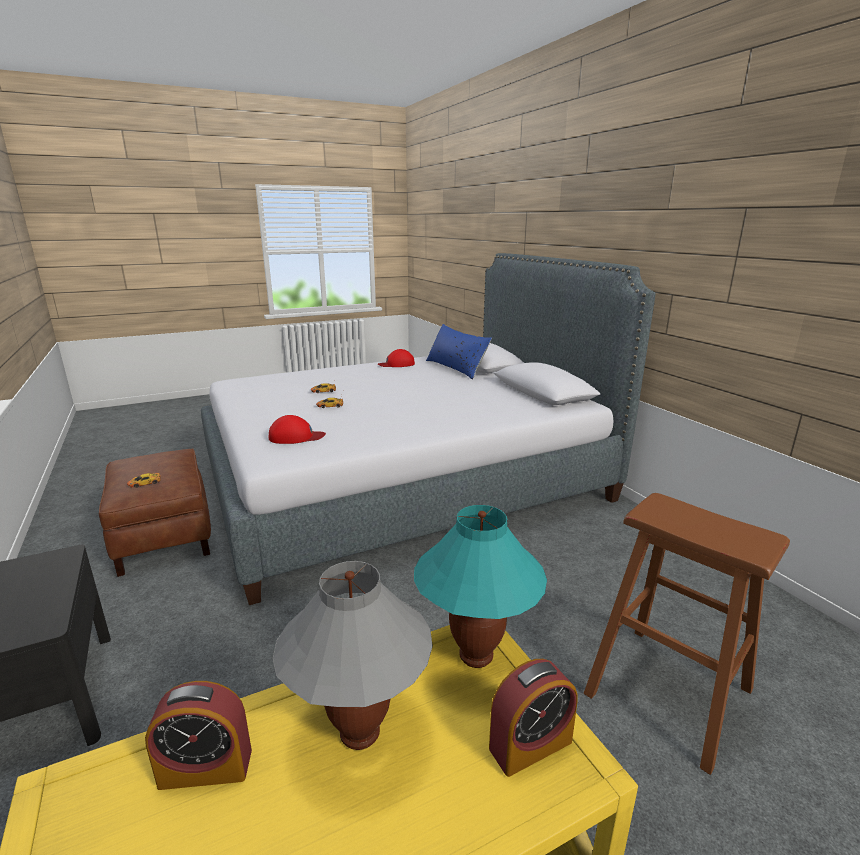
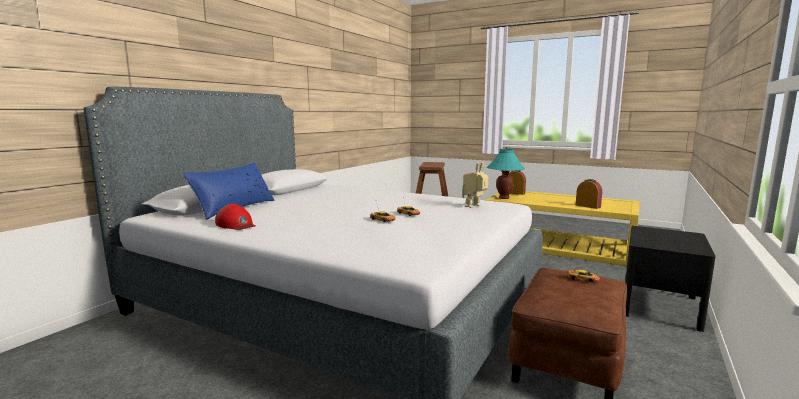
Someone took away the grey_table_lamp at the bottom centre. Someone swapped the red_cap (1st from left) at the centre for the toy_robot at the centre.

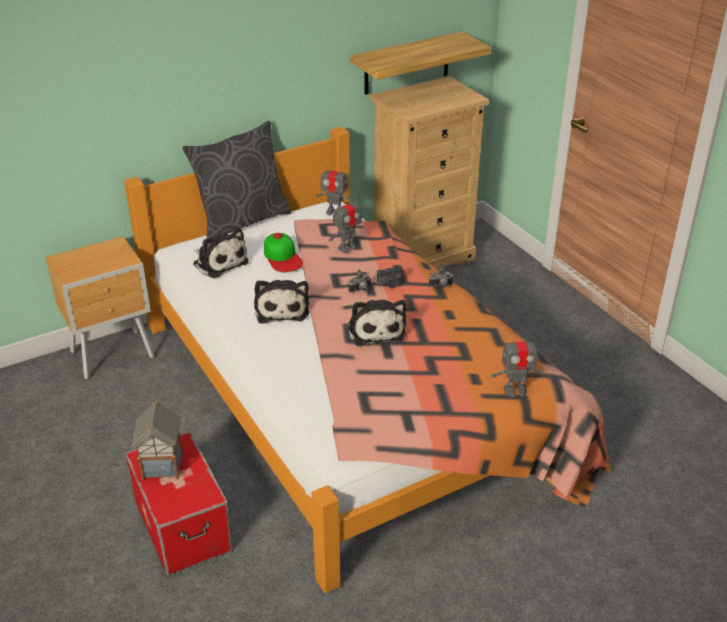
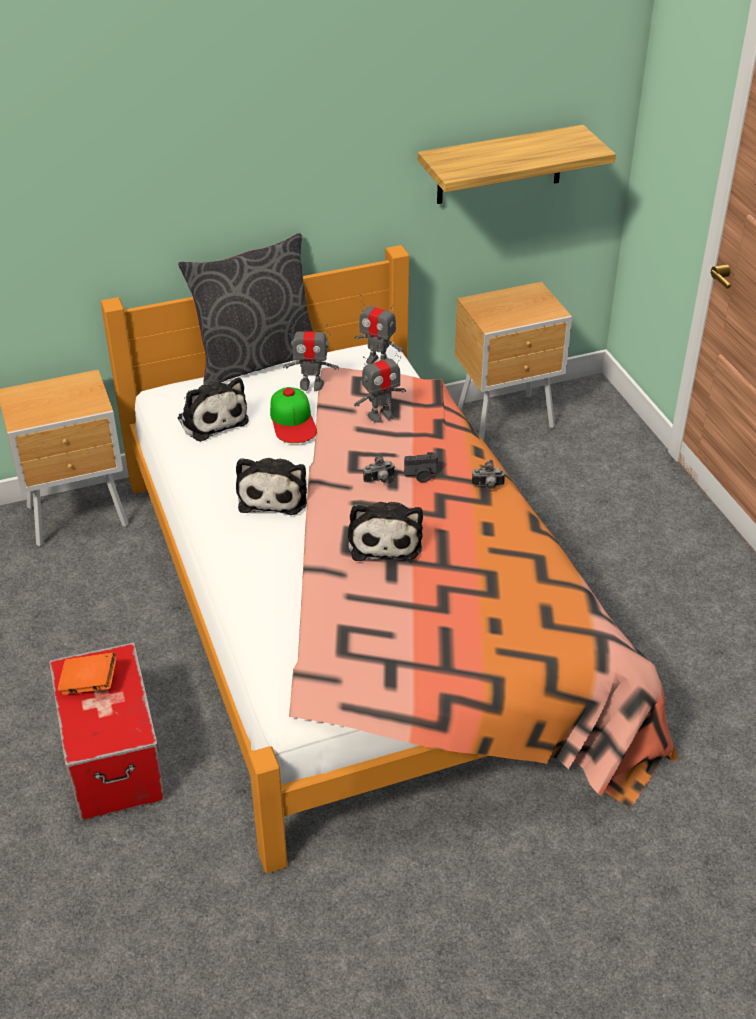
Someone carried the toy_robot (3rd from left in the first image) from the middle right to the centre. Someone swapped the toy_house at the bottom left for the orange_book at the middle left. Someone swapped the beige_dresser at the top centre for the brown_nightstand (2nd from left) at the middle right.

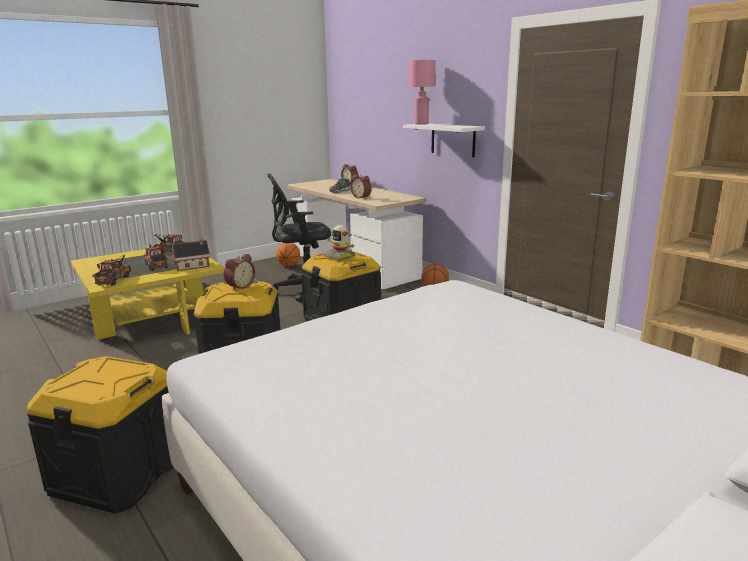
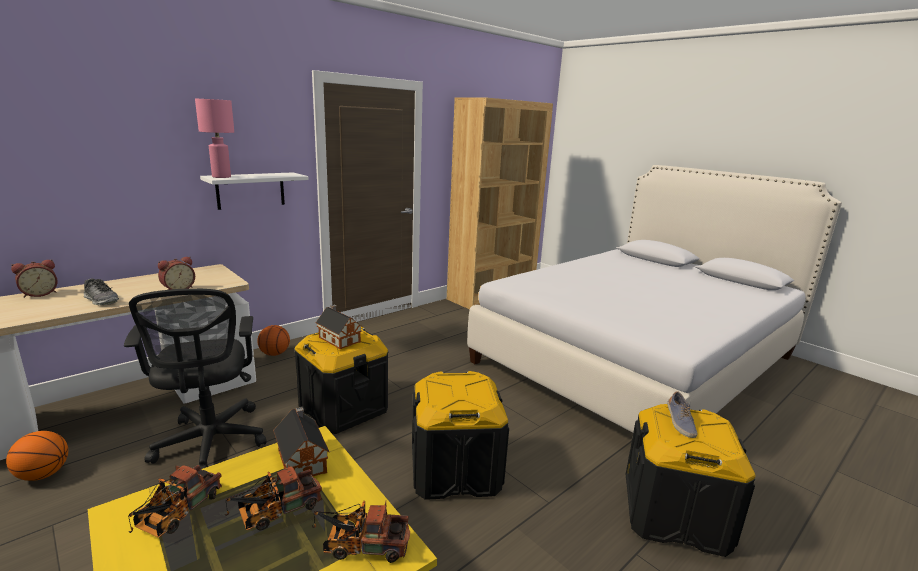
Someone took away the alarm_clock (1st from left) at the middle left. Someone put down the shoe (2nd from left) at the bottom right. Someone swapped the toy_robot at the centre for the toy_house (2nd from left) at the centre.

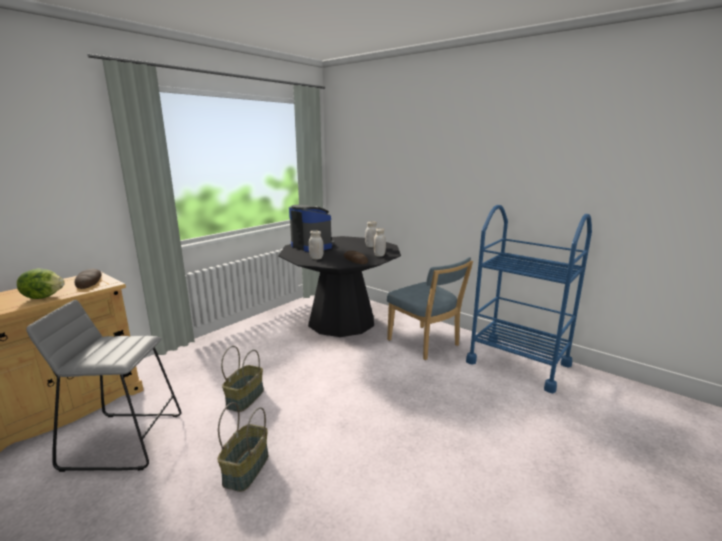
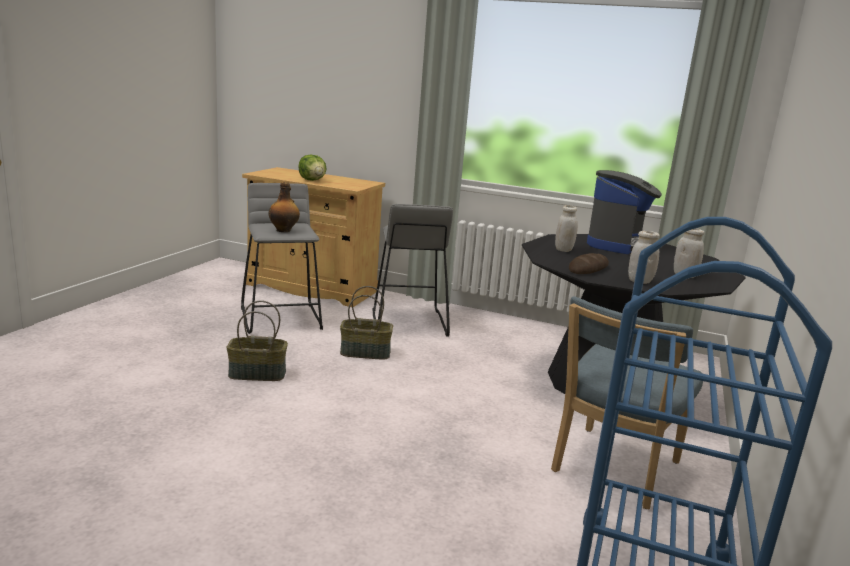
Someone took away the bread (1st from left) at the middle left. Someone put down the bottle at the centre. Someone put down the grey_stool (2nd from left) at the centre.

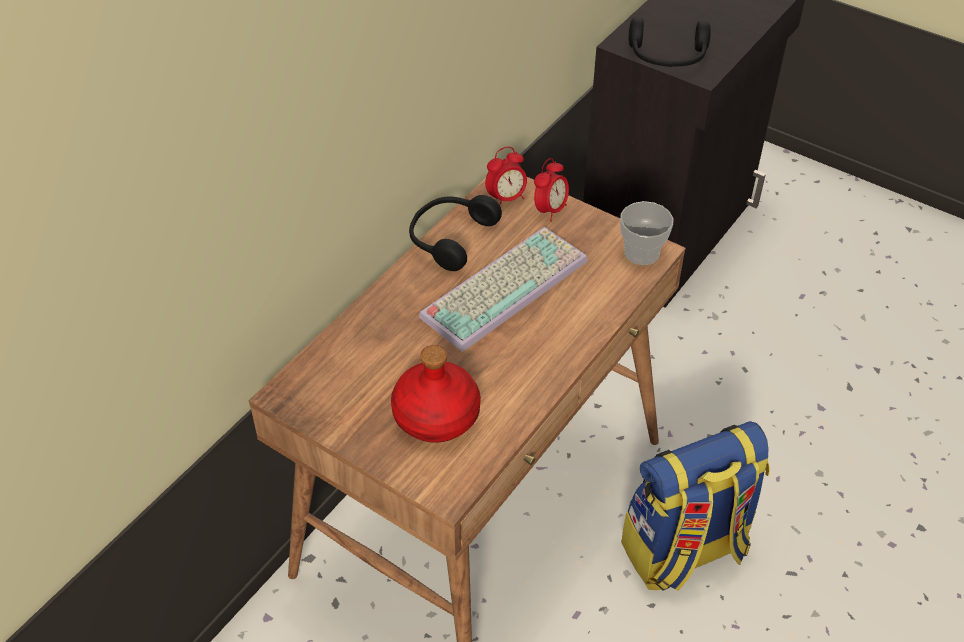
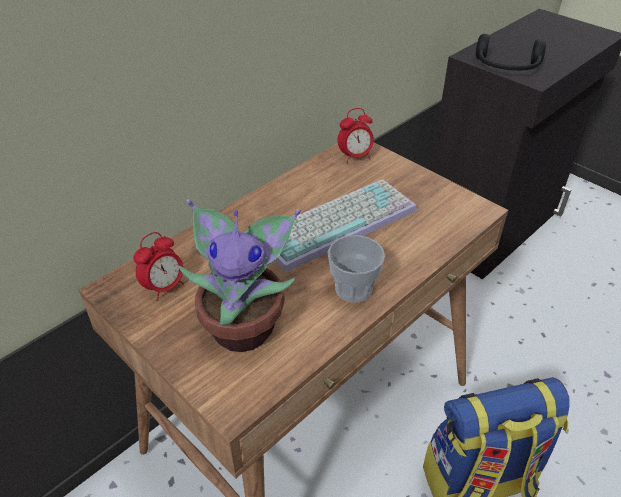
Someone took away the black_headphones (1st from left) at the centre. Someone carried the alarm_clock (2nd from left in the first image) from the top centre to the middle left. Someone carried the cup from the middle right to the centre. Someone swapped the red_bottle at the centre for the potted_plant at the centre.

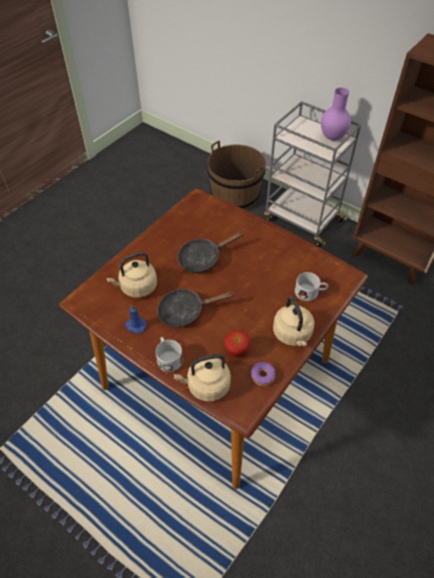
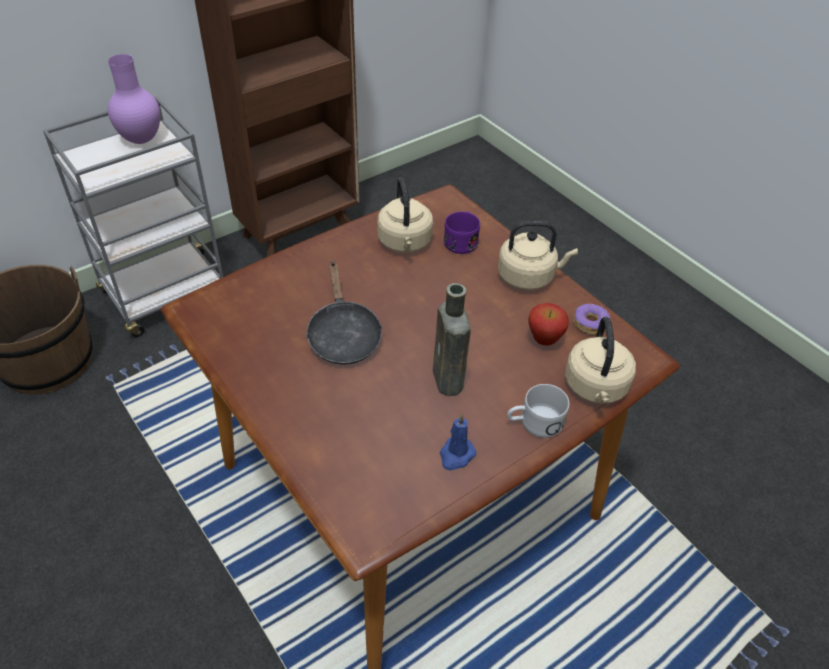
Someone carried the beige_kettle (1st from left) from the middle left to the top centre. Someone swapped the black_frying_pan (1st from left) at the centre for the brown_bottle at the centre. Someone repainted the white_mug (2nd from left) at the middle right, which became the purple_mug at the centre.

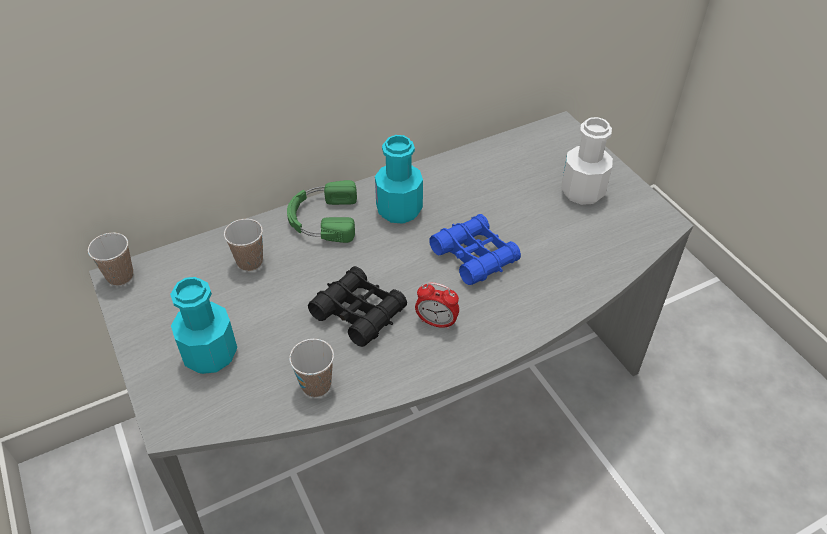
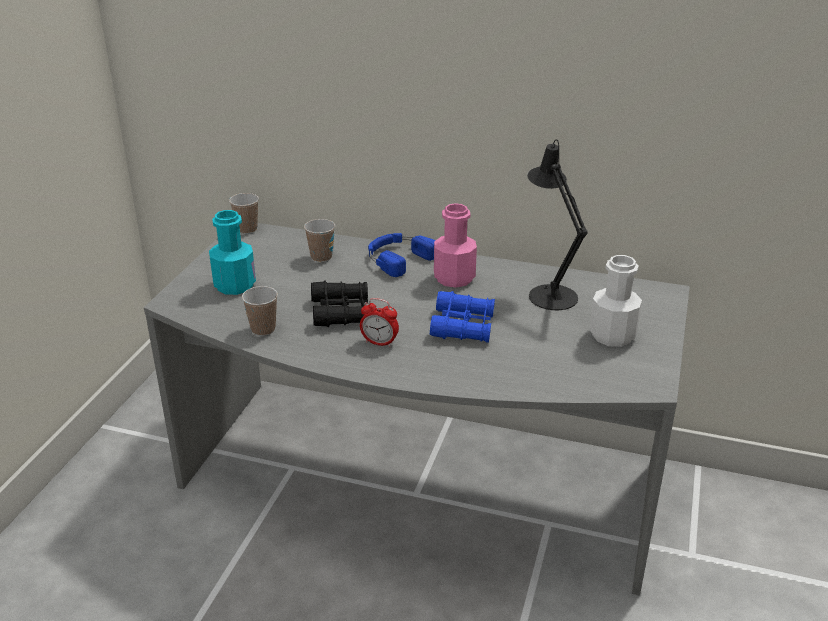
Someone put down the black_table_lamp at the middle right. Someone repainted the green_headphones at the centre, which became the blue_headphones at the centre. Someone repainted the turquoise_bottle (2nd from left) at the centre, which became the pink_bottle at the centre. Someone rotated the alarm_clock at the centre by 45 degrees counterclockwise.

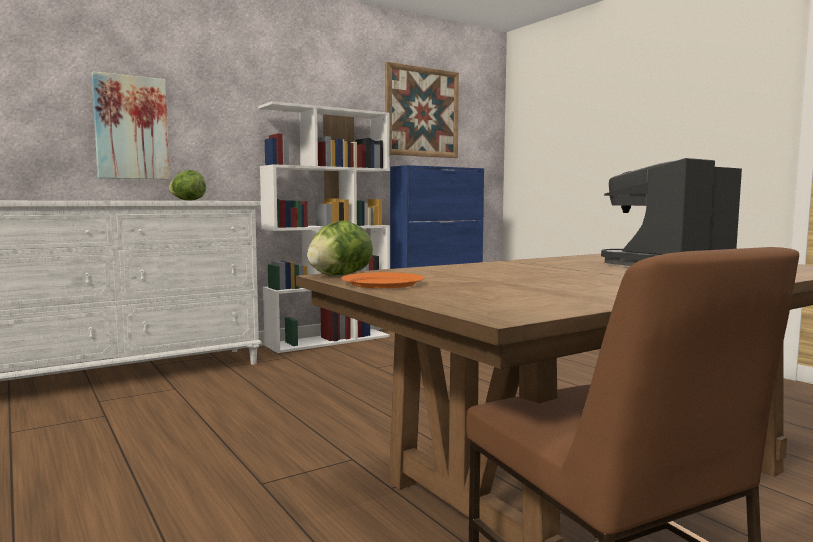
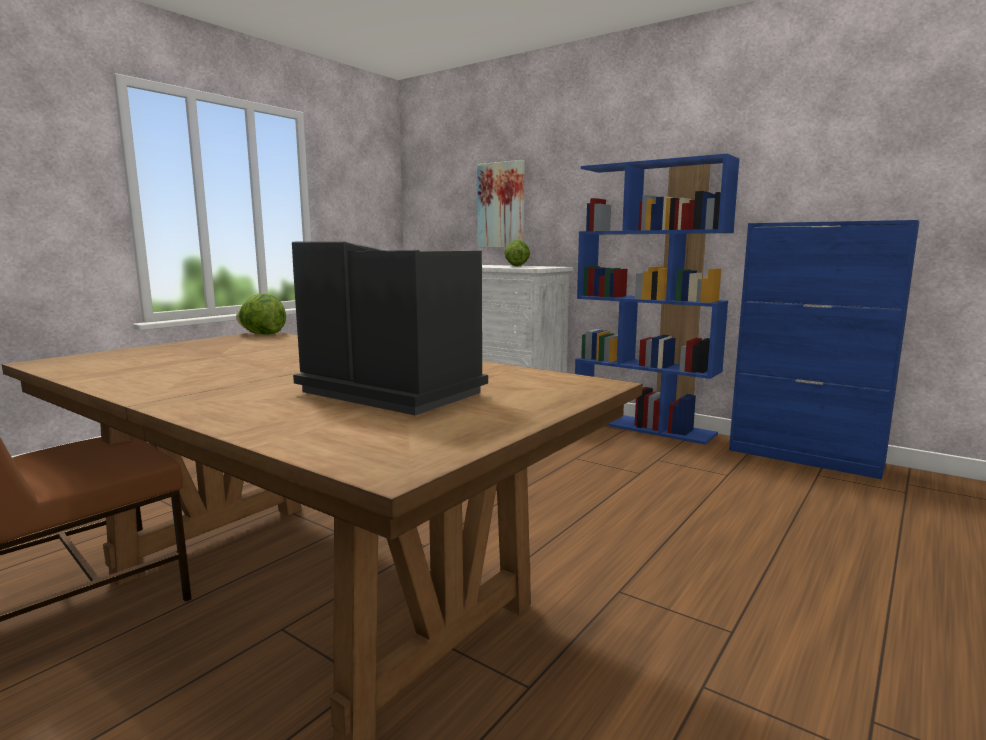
Someone took away the orange_plate at the centre. Someone took away the picture (2nd from left) at the top centre. Someone repainted the white_bookcase at the centre, which became the blue_bookcase at the centre.

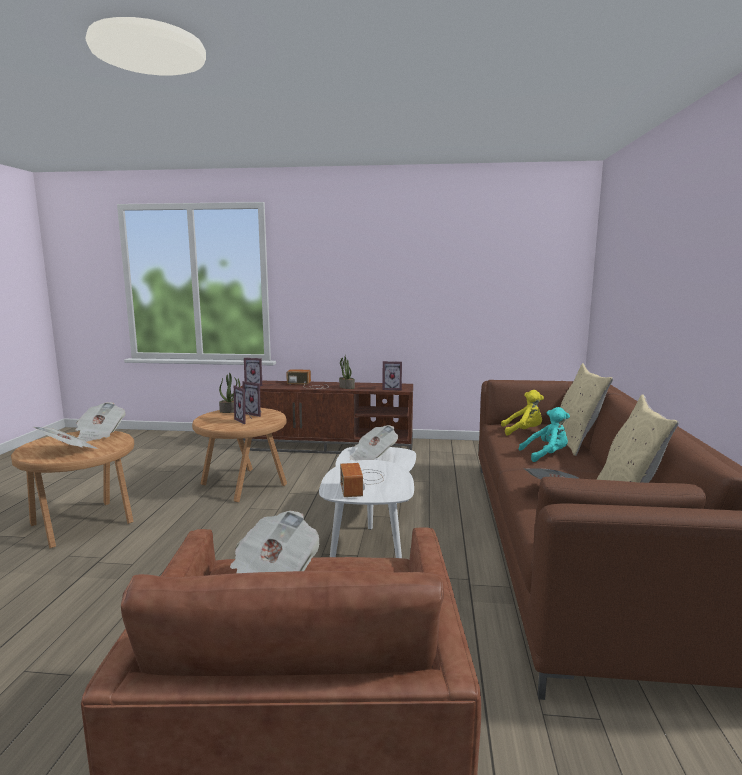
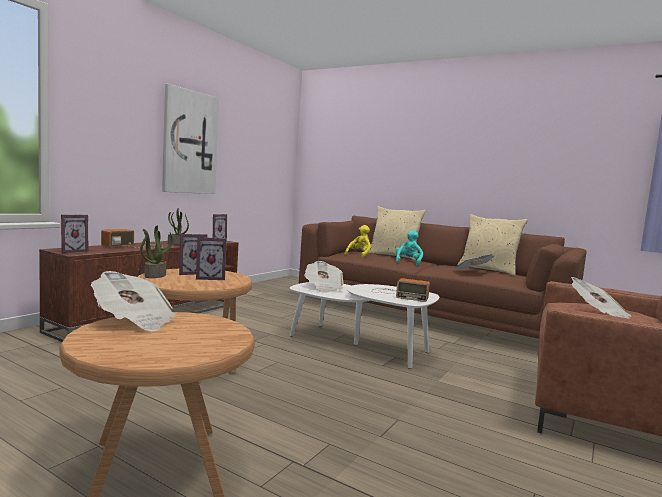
Someone took away the newspaper (1st from left) at the middle left. Someone put up the picture at the top left.

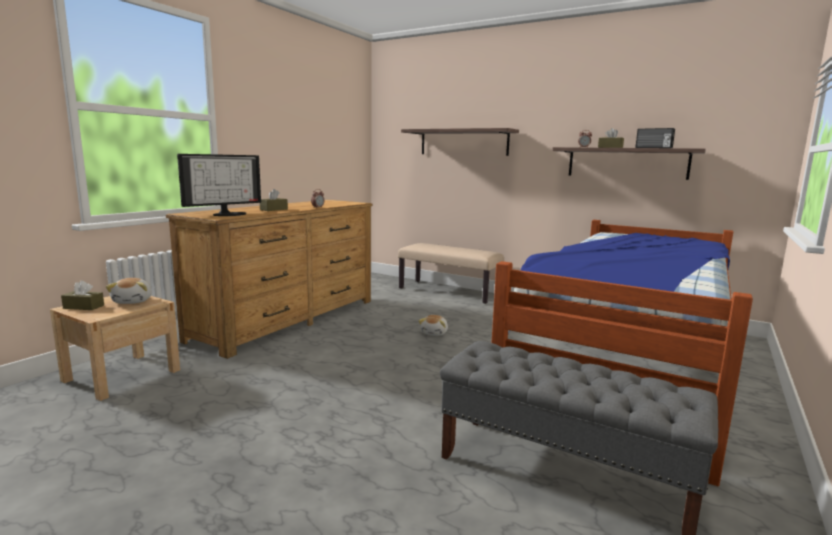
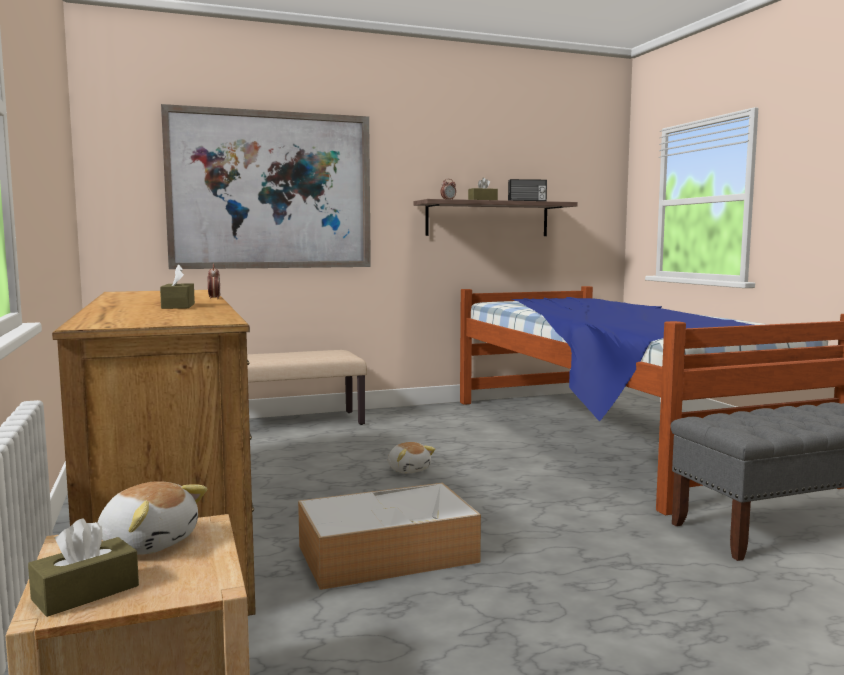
Someone took away the monitor at the middle left. Someone put down the storage_box at the bottom centre. Someone swapped the shelf (1st from left) at the top centre for the picture at the top left.

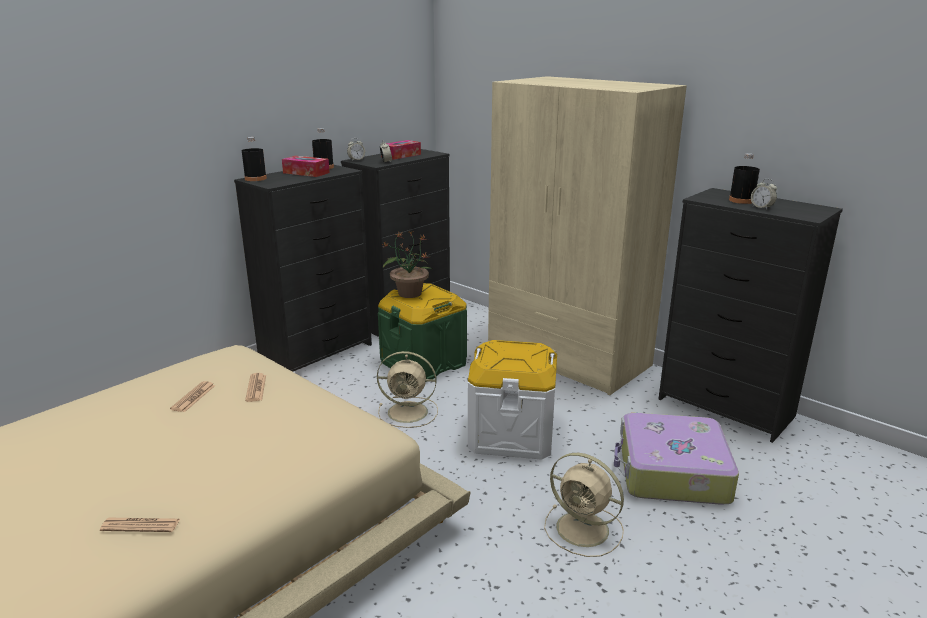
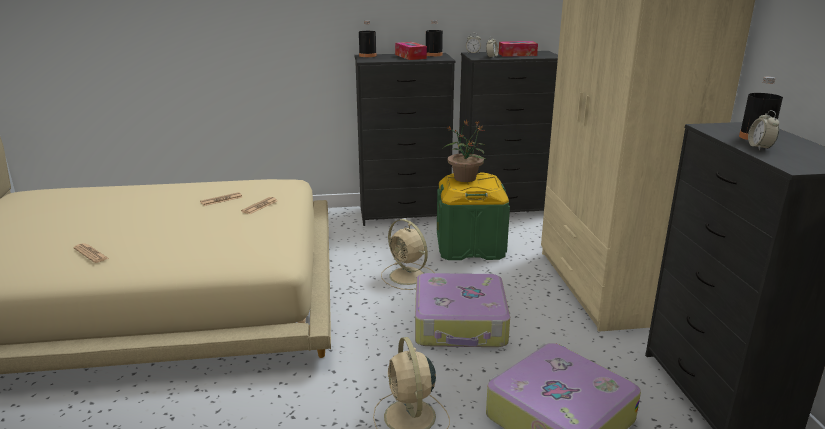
Someone swapped the white_storage_box at the centre for the suitcase (1st from left) at the bottom centre.

